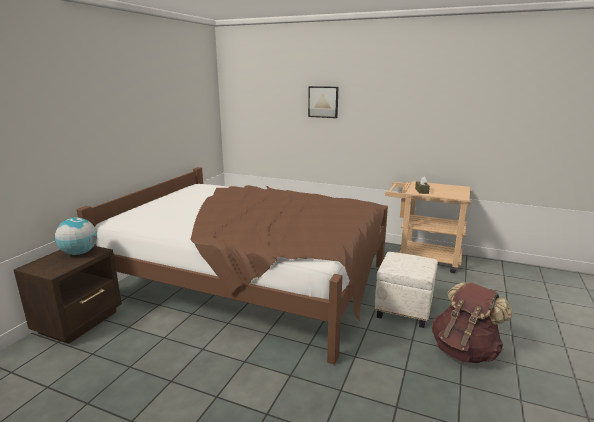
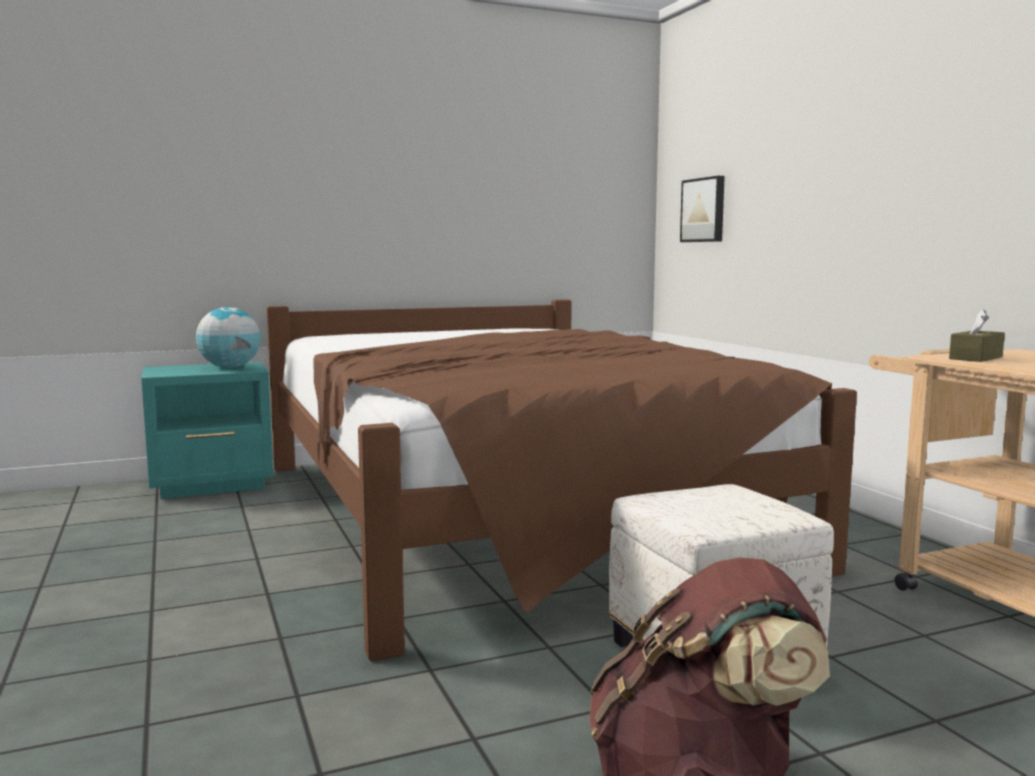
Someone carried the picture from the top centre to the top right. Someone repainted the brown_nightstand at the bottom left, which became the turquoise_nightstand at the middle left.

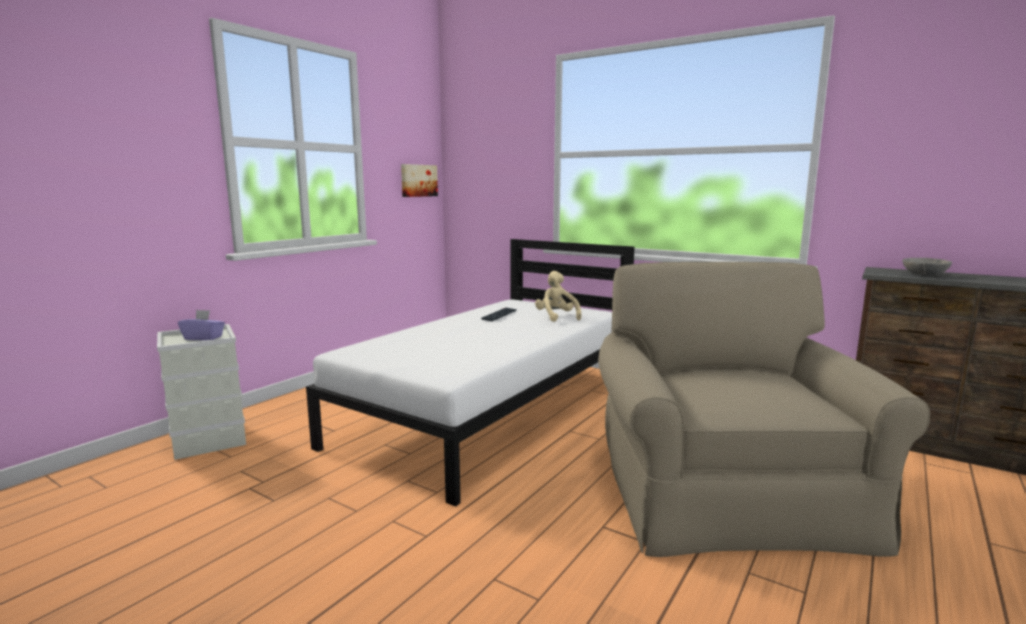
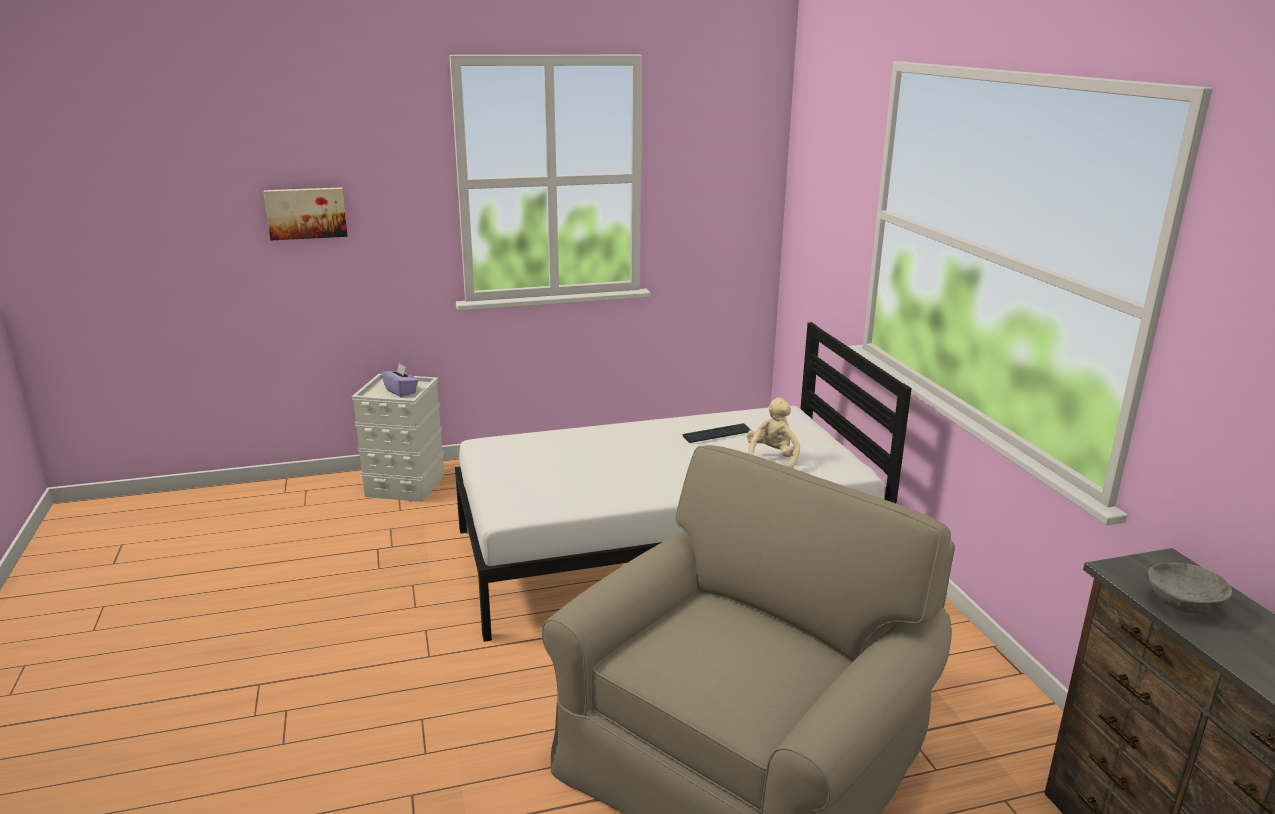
Someone carried the picture from the top centre to the top left.

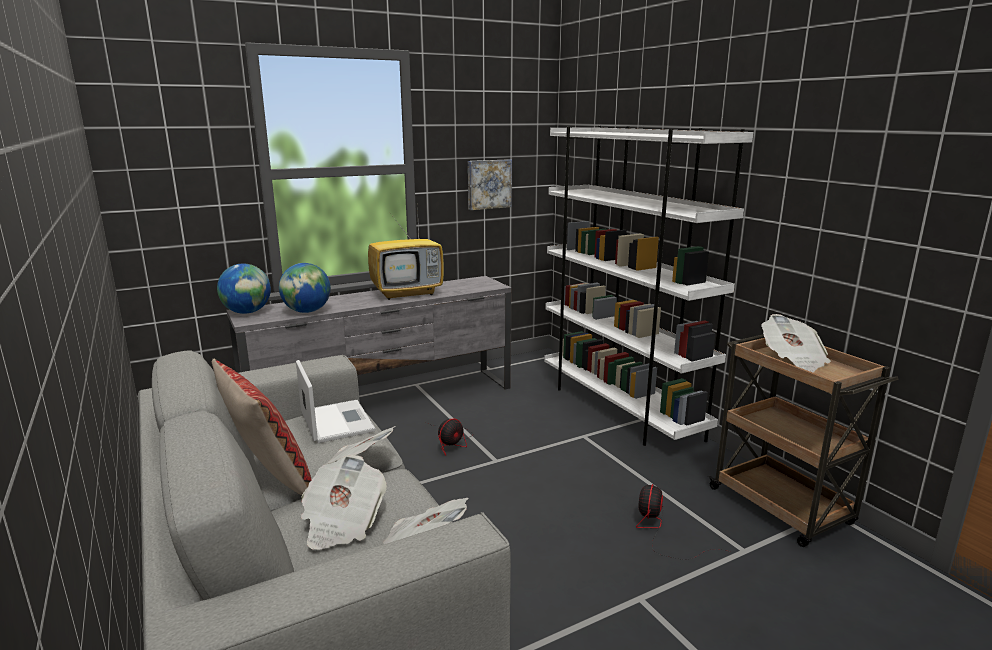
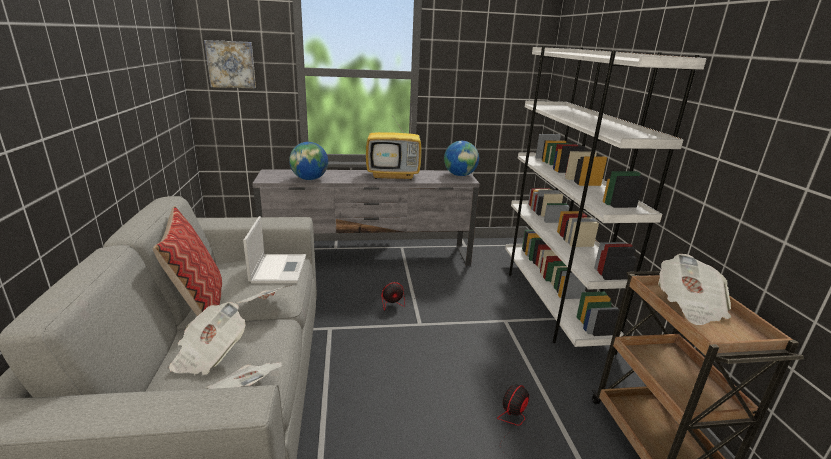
Someone carried the globe (1st from left in the first image) from the middle left to the centre. Someone carried the picture from the top centre to the top left.

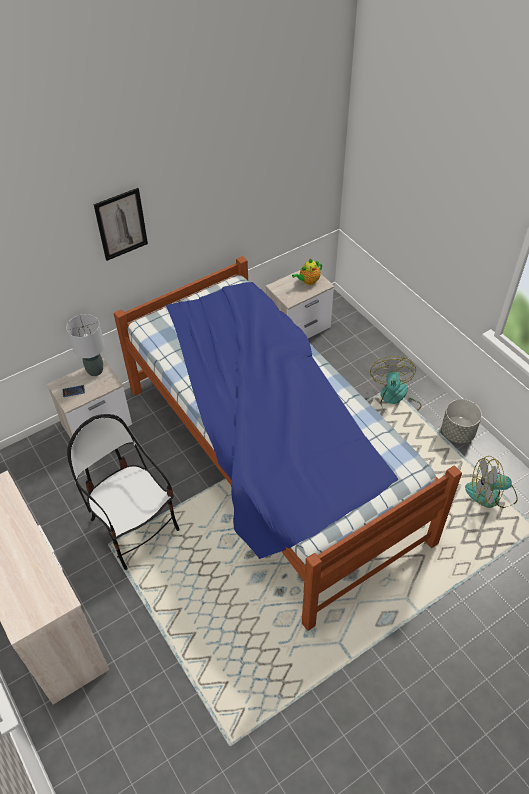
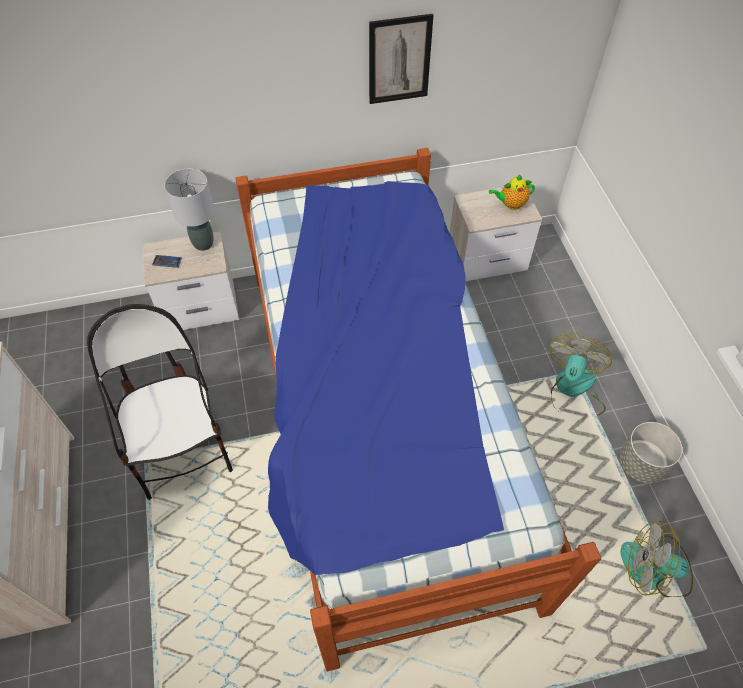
Someone carried the picture from the top left to the top centre.

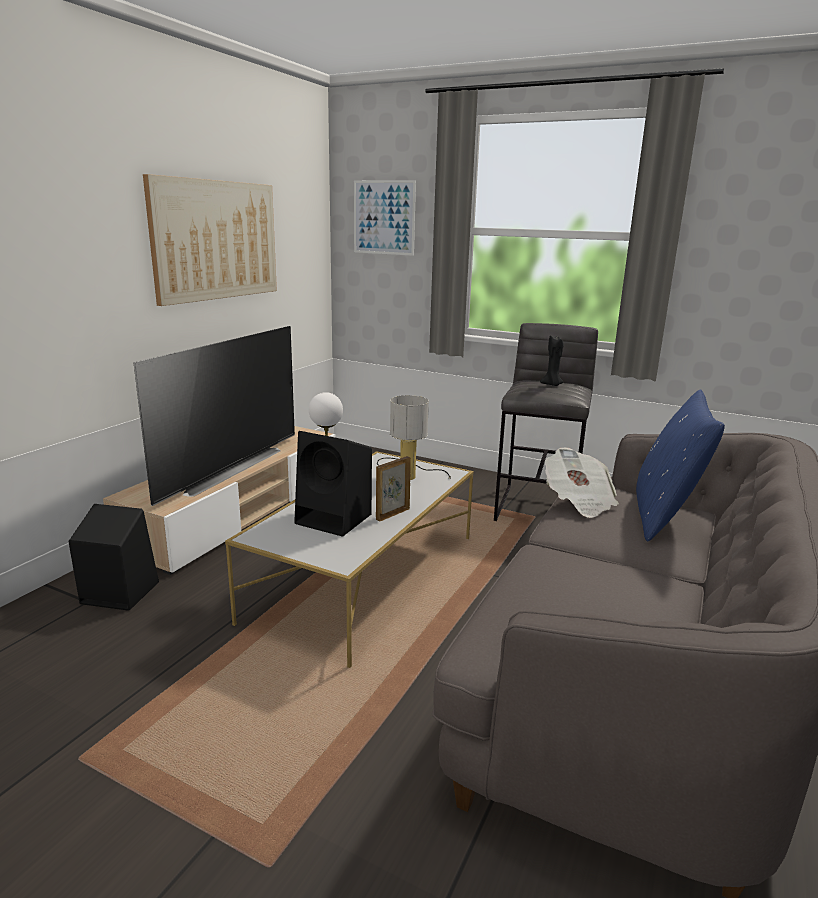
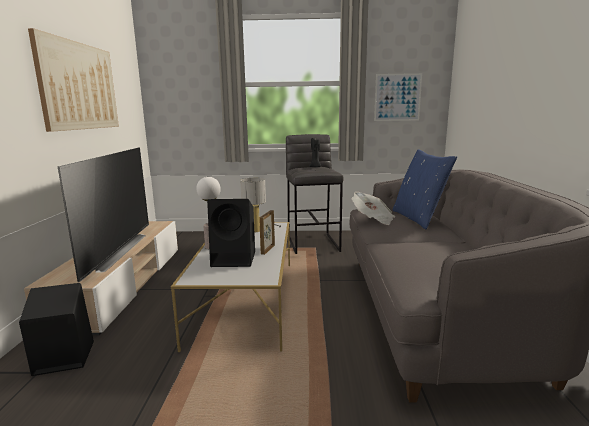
Someone carried the picture (2nd from left) from the top centre to the top right.

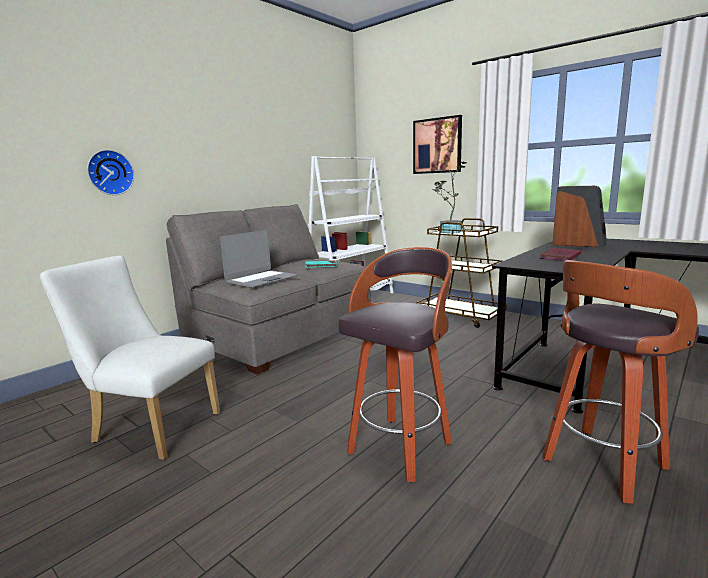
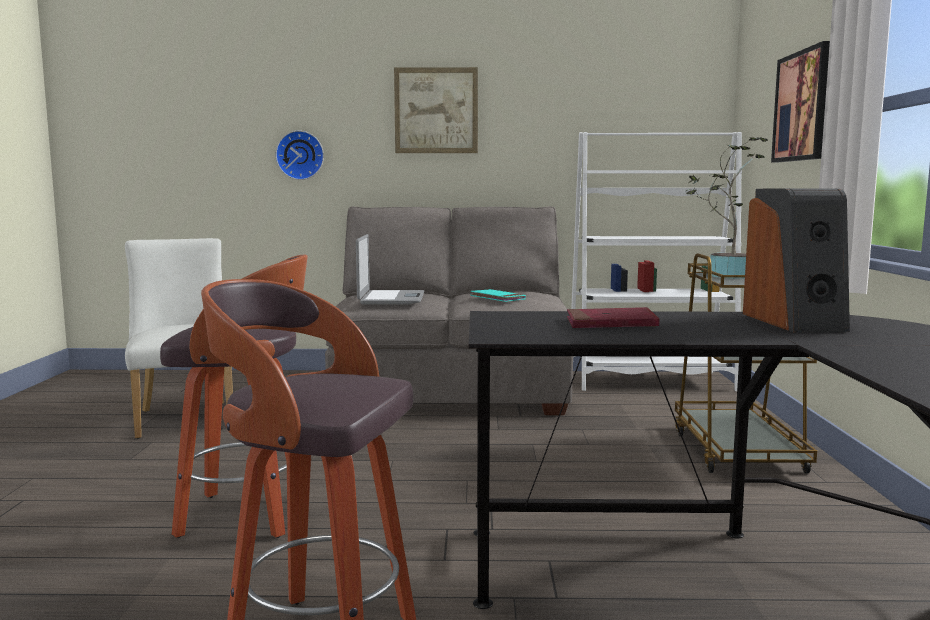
Someone put up the picture (1st from left) at the top centre. Someone rotated the laptop at the centre by 90 degrees counterclockwise.

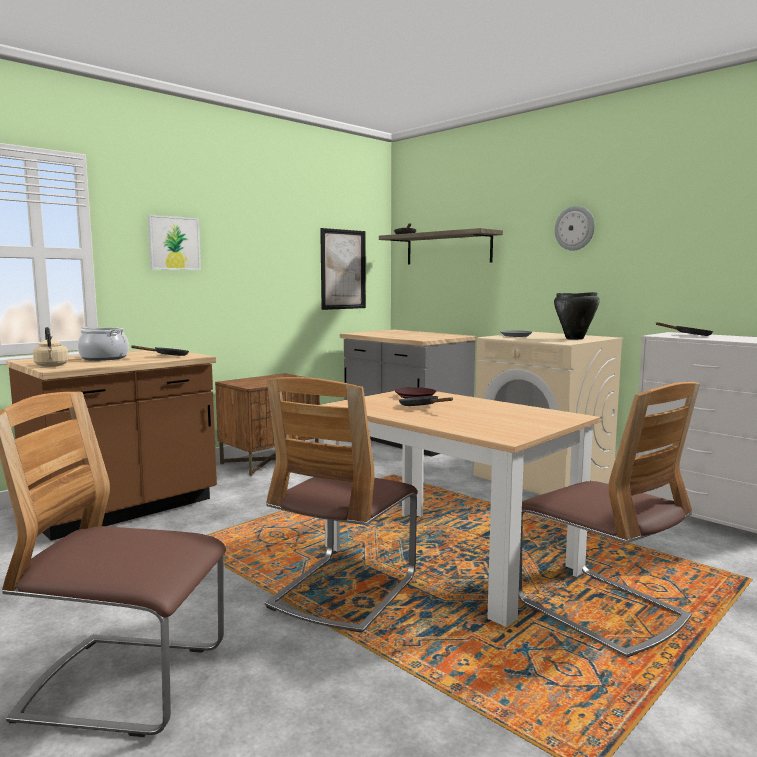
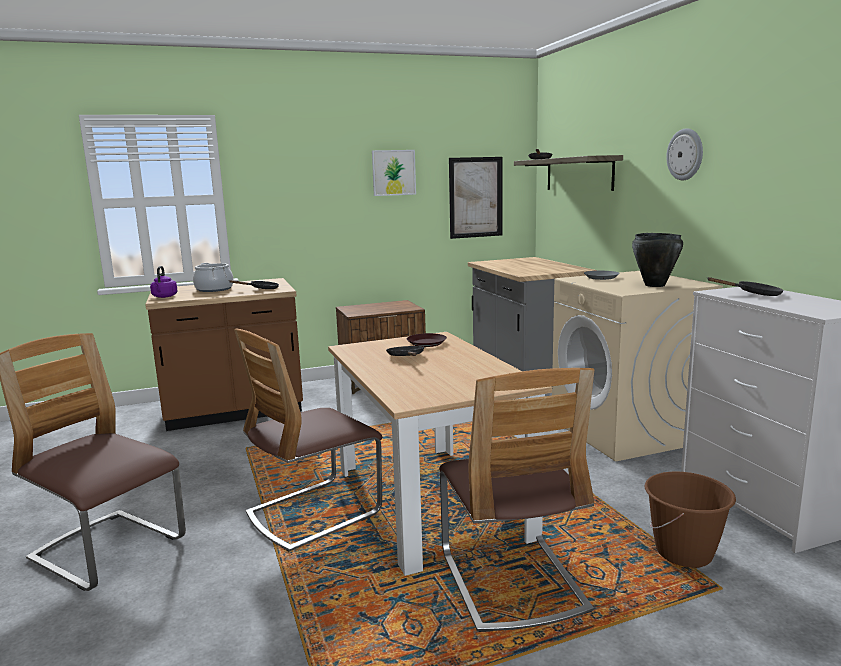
Someone put down the brown_bucket at the bottom right. Someone carried the picture (1st from left) from the top left to the top centre. Someone repainted the beige_kettle at the middle left, which became the purple_kettle at the middle left.

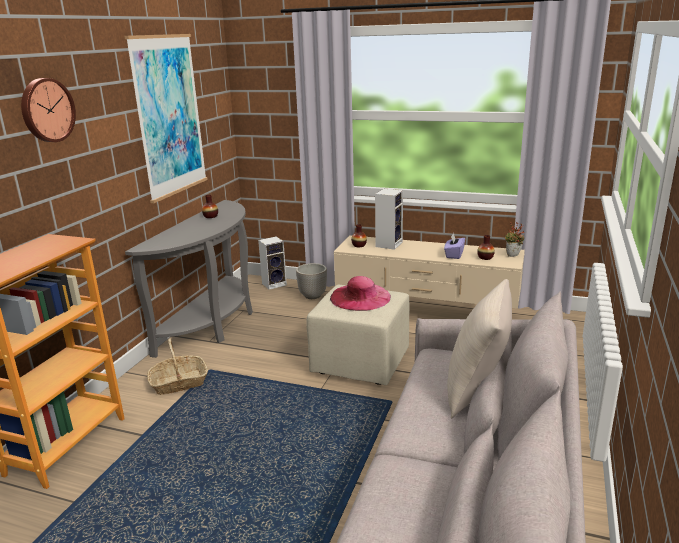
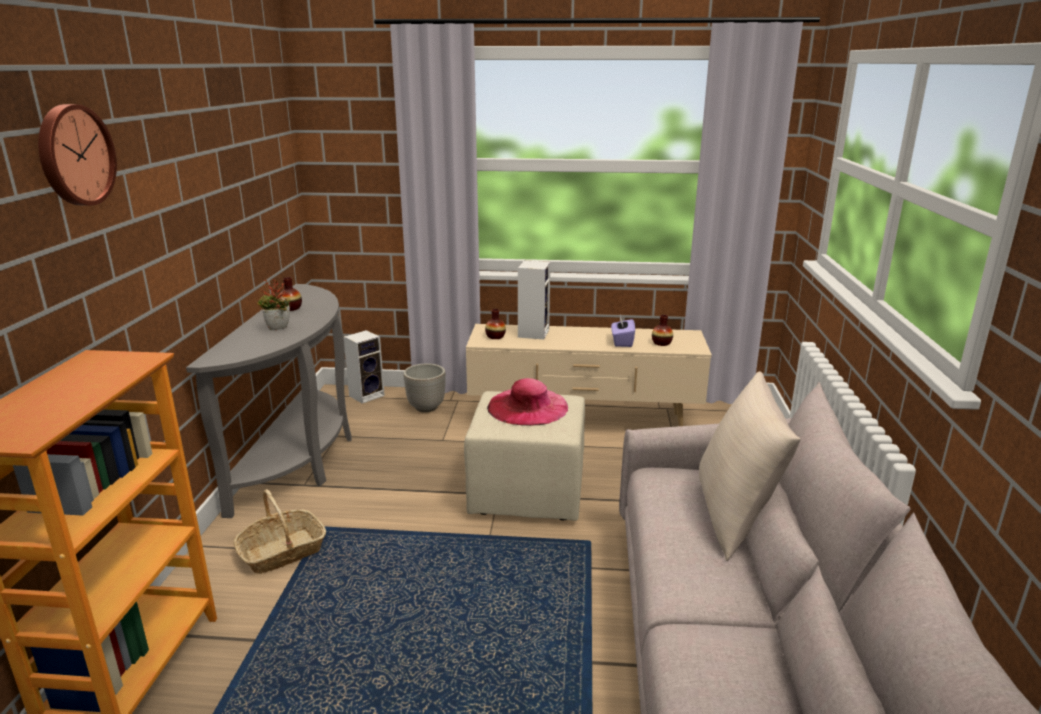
Someone took away the picture at the top left. Someone carried the potted_plant from the middle right to the middle left.

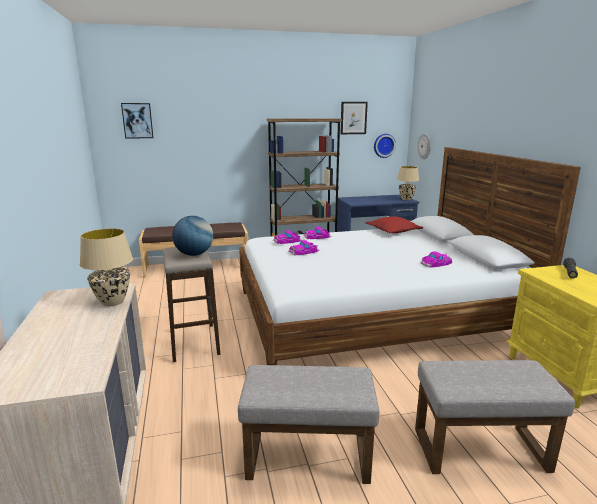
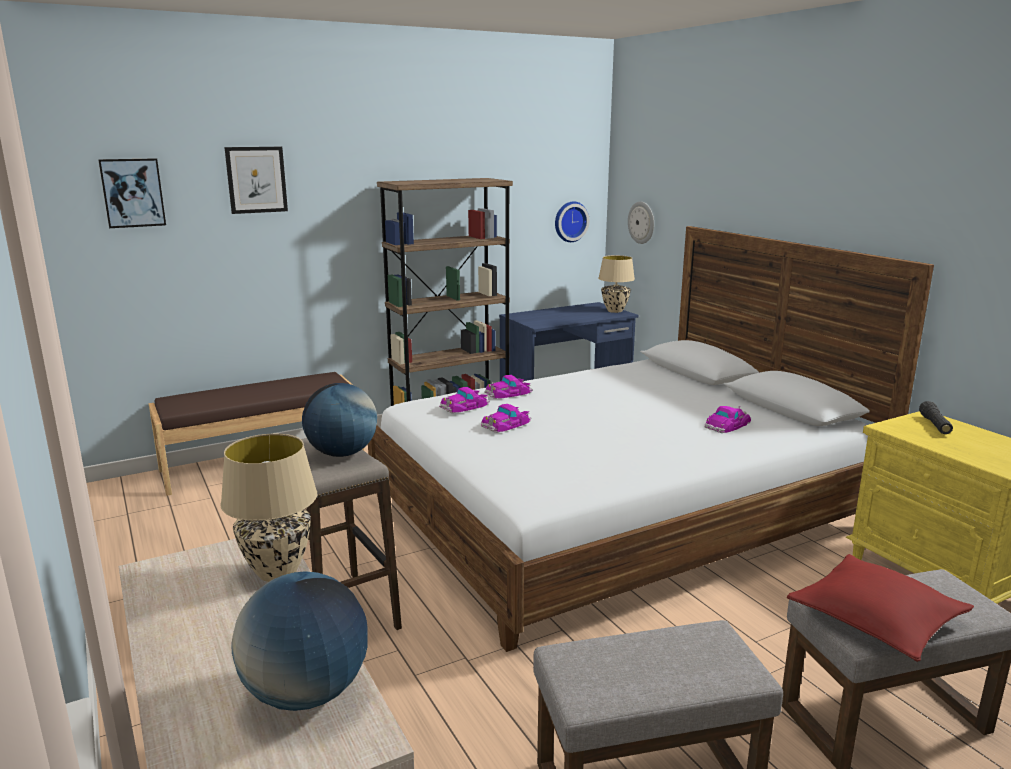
Someone put down the globe (1st from left) at the bottom left. Someone carried the picture (2nd from left) from the top centre to the top left. Someone carried the red_pillow from the centre to the bottom right.

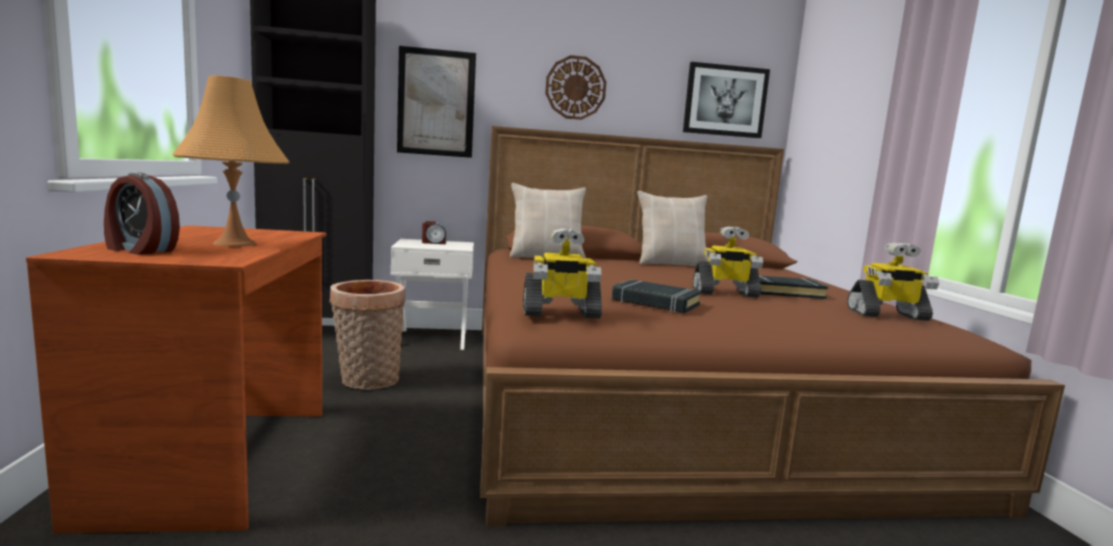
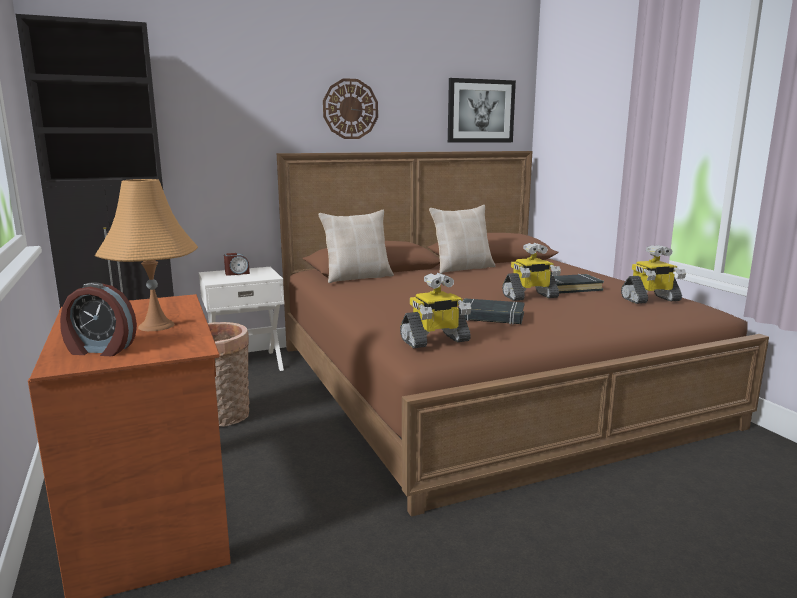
Someone took away the picture (1st from left) at the top centre.

